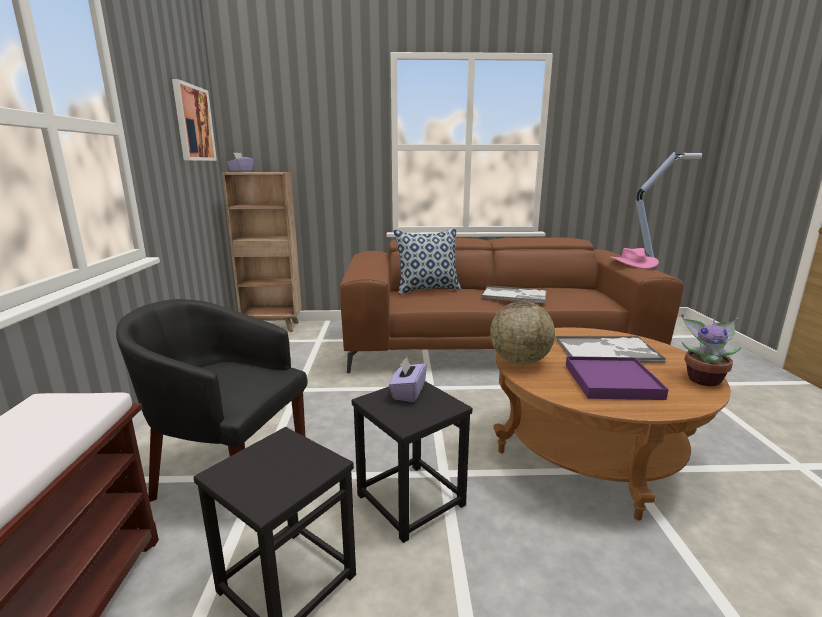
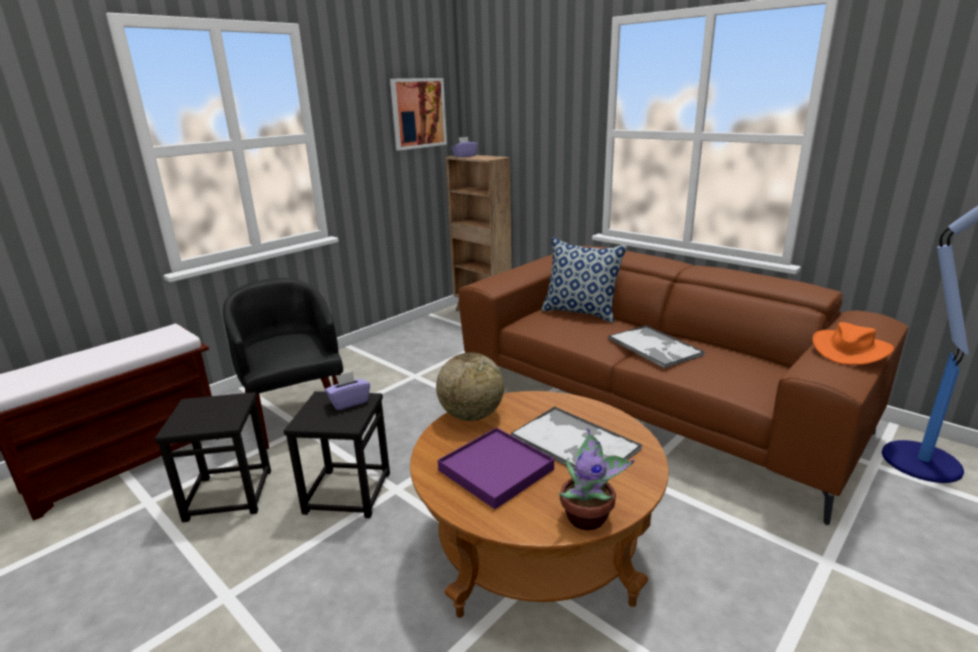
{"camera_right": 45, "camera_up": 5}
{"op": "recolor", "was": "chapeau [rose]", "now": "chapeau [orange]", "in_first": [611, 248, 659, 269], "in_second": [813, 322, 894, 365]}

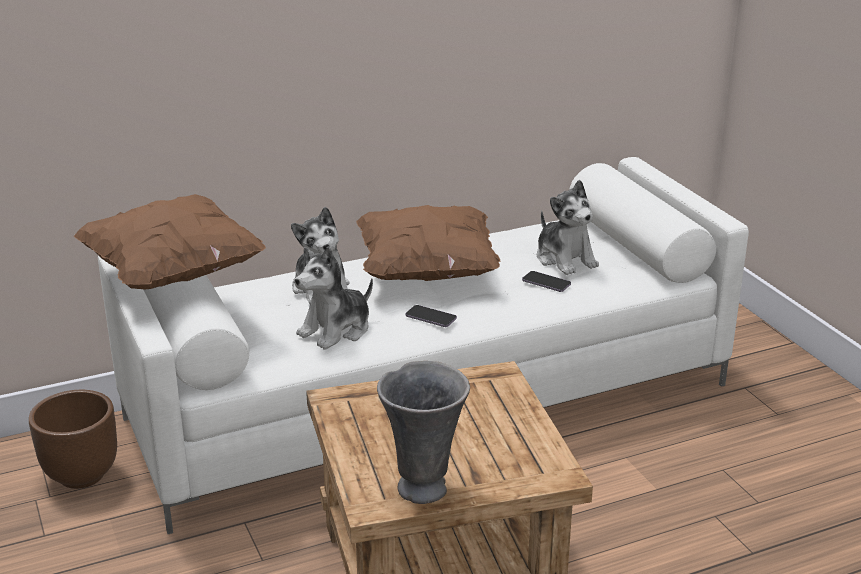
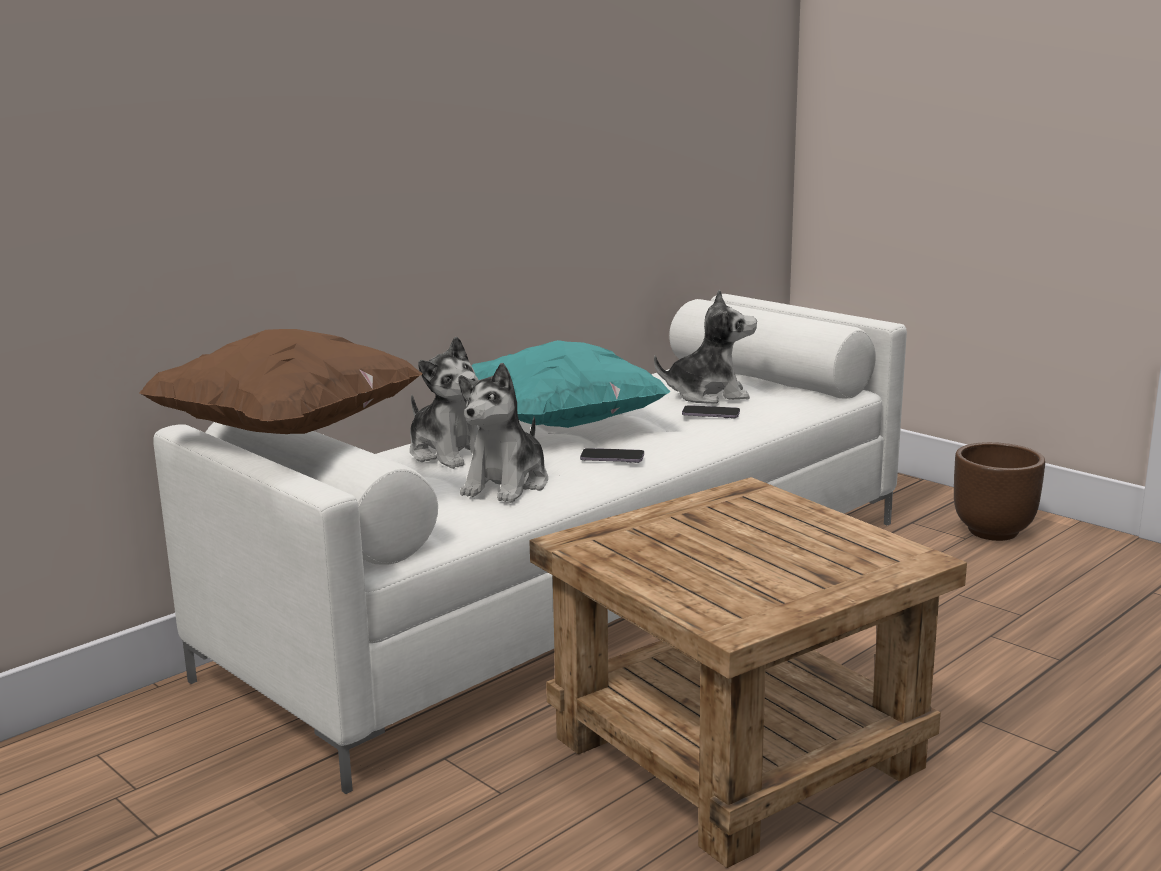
{"camera_right": -20, "camera_up": -10}
{"op": "delete", "was": "vase [gris]", "in_first": [377, 361, 470, 504]}
{"op": "move", "was": "cache-pot [marron]", "in_first": [29, 390, 117, 489], "in_second": [954, 442, 1045, 541]}
{"op": "recolor", "was": "coussin [marron]", "now": "coussin [turquoise]", "in_first": [356, 205, 501, 281], "in_second": [471, 340, 670, 428]}
{"op": "rotate", "was": "peluche", "in_first": [537, 180, 599, 275], "in_second": [654, 289, 757, 404], "clockwise": -45}

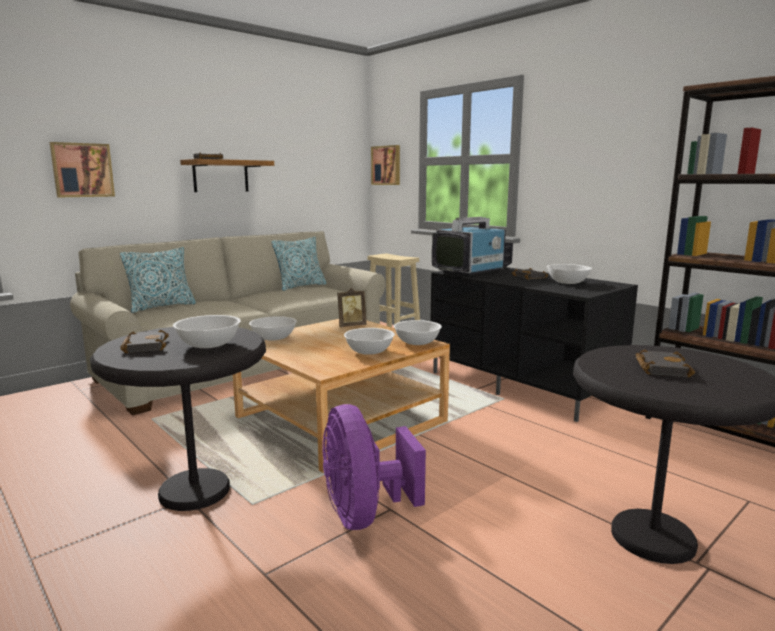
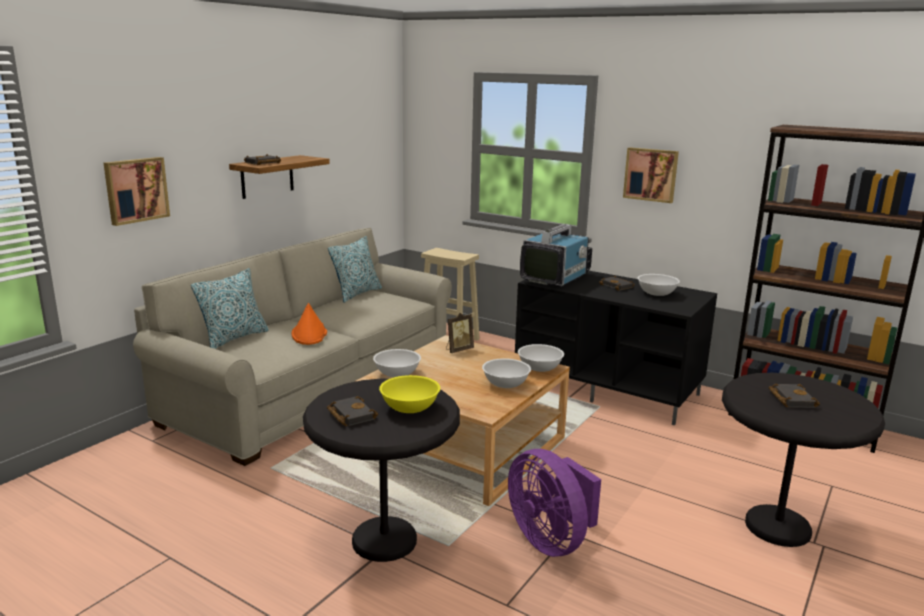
{"camera_right": -15, "camera_up": 5}
{"op": "insert", "now": "chapeau [orange]", "in_second": [291, 303, 327, 345]}
{"op": "move", "was": "tableau", "in_first": [371, 145, 400, 185], "in_second": [623, 147, 679, 203]}
{"op": "recolor", "was": "bol [blanc]", "now": "bol [jaune]", "in_first": [173, 315, 241, 348], "in_second": [379, 375, 440, 413]}

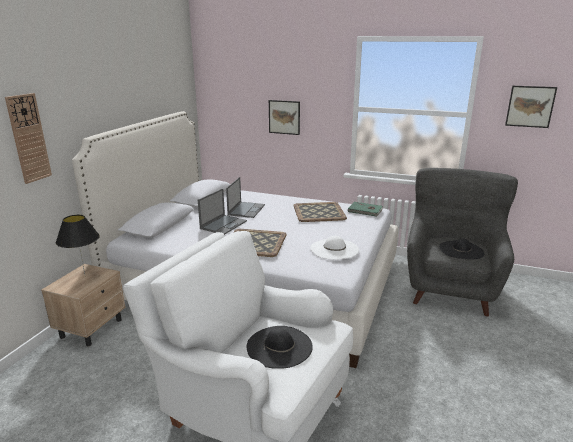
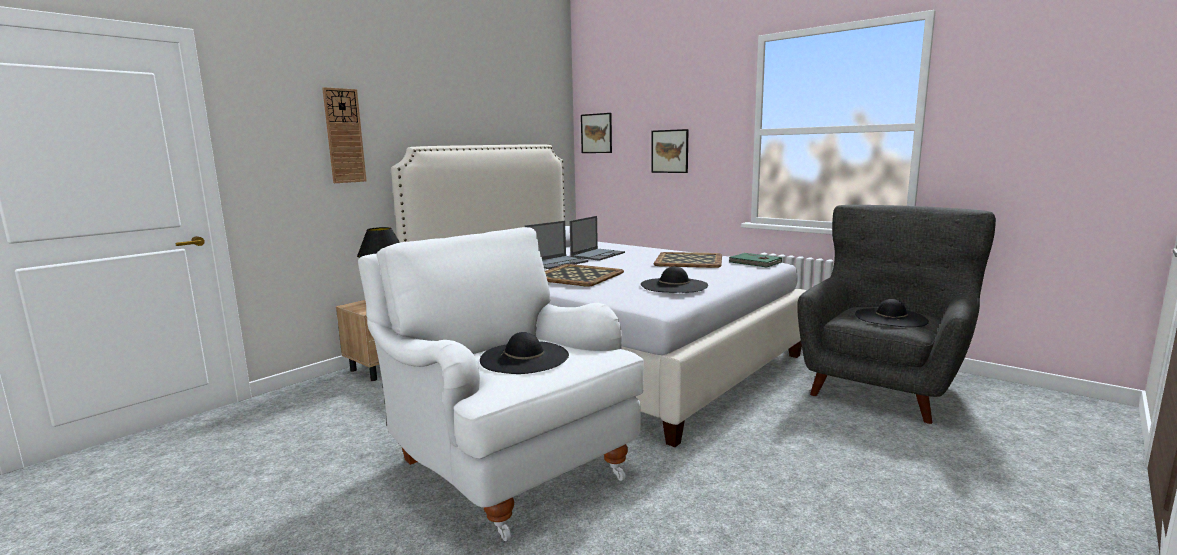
{"camera_right": 20, "camera_up": -10}
{"op": "move", "was": "tableau", "in_first": [505, 86, 557, 128], "in_second": [581, 113, 612, 153]}
{"op": "recolor", "was": "chapeau [blanc]", "now": "chapeau [noir]", "in_first": [310, 236, 359, 260], "in_second": [641, 266, 708, 293]}

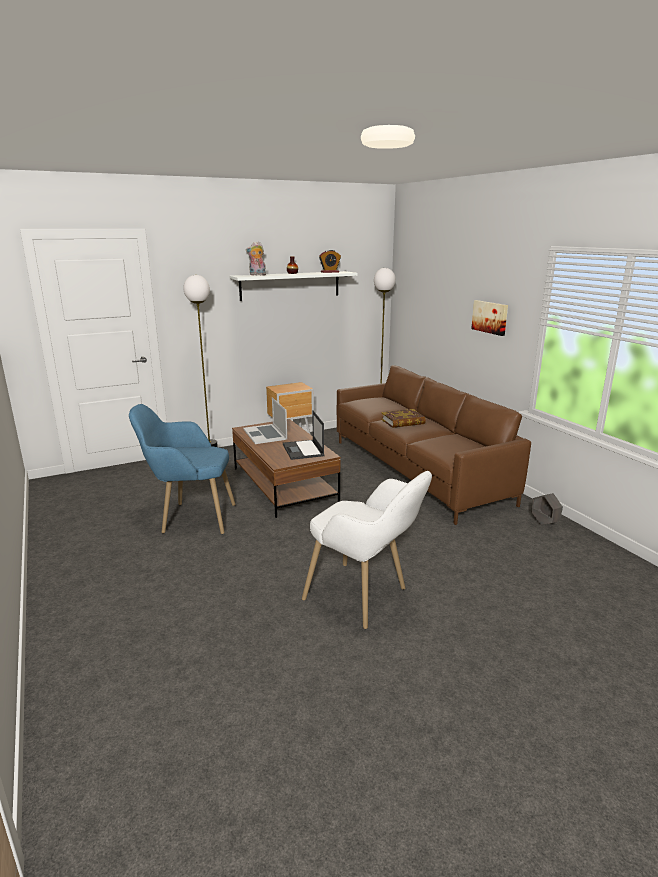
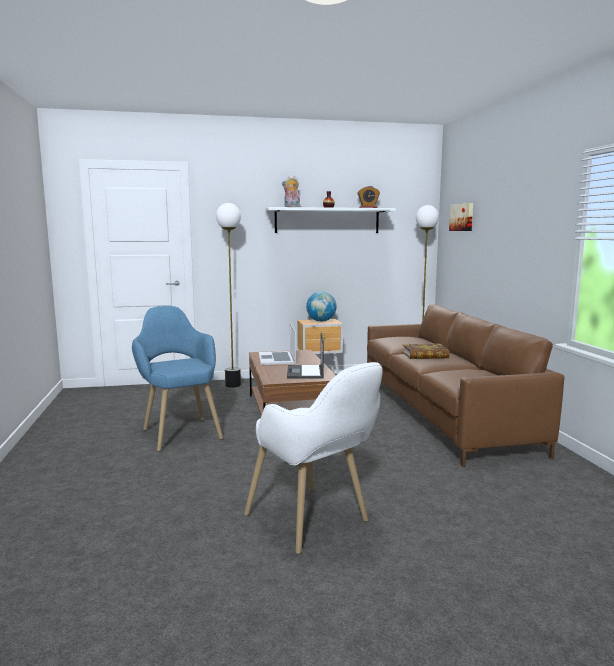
{"camera_right": 15, "camera_up": -10}
{"op": "delete", "was": "cache-pot [gris]", "in_first": [531, 493, 563, 525]}
{"op": "insert", "now": "globe", "in_second": [306, 292, 336, 322]}
{"op": "move", "was": "tableau", "in_first": [471, 300, 508, 336], "in_second": [449, 203, 473, 231]}
{"op": "rotate", "was": "fauteuil [bleu]", "in_first": [129, 404, 236, 534], "in_second": [132, 306, 223, 452], "clockwise": 45}

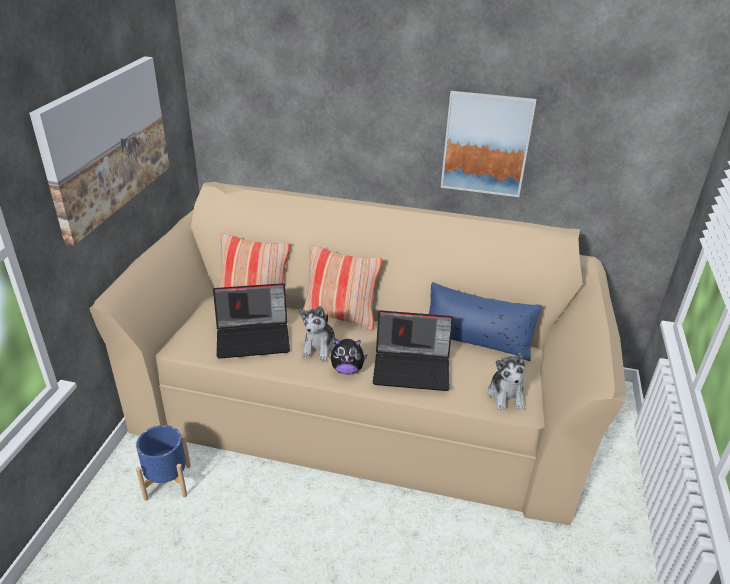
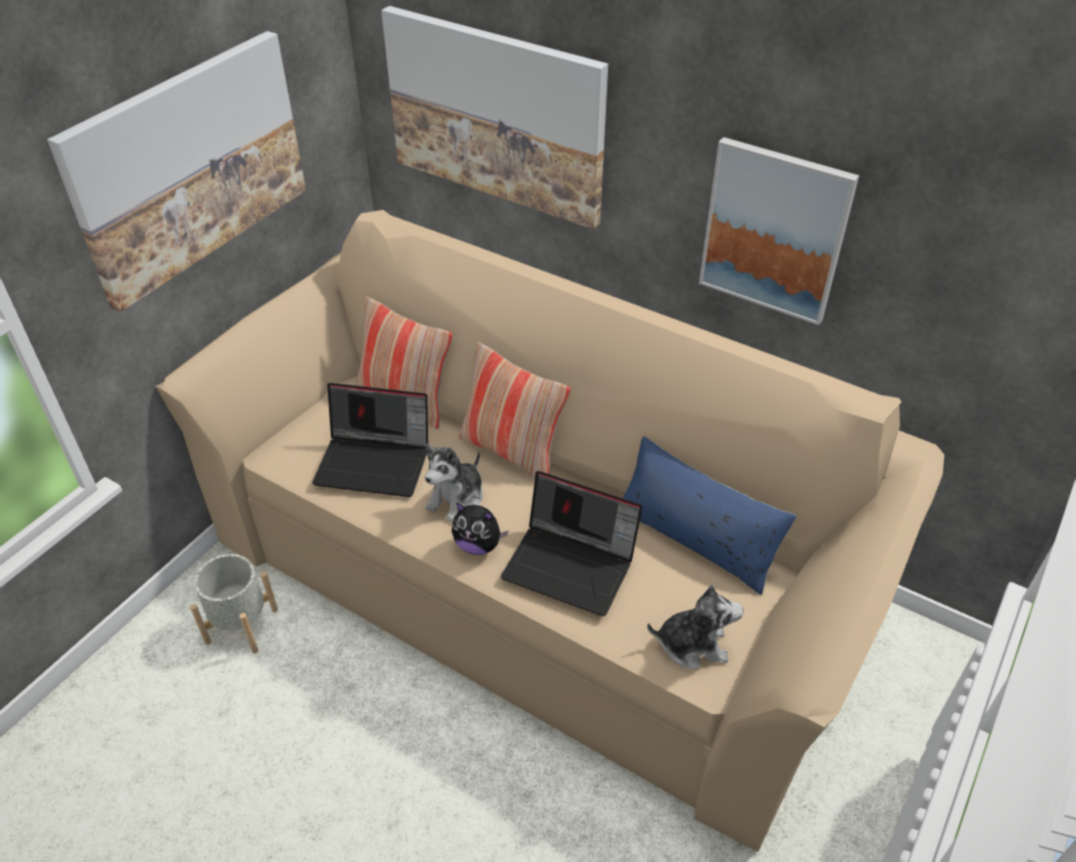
{"camera_right": 20, "camera_up": 10}
{"op": "insert", "now": "tableau", "in_second": [381, 6, 608, 229]}
{"op": "recolor", "was": "cache-pot [bleu]", "now": "cache-pot [gris]", "in_first": [136, 425, 191, 501], "in_second": [190, 554, 278, 654]}
{"op": "rotate", "was": "peluche", "in_first": [487, 353, 525, 410], "in_second": [647, 584, 744, 670], "clockwise": -105}

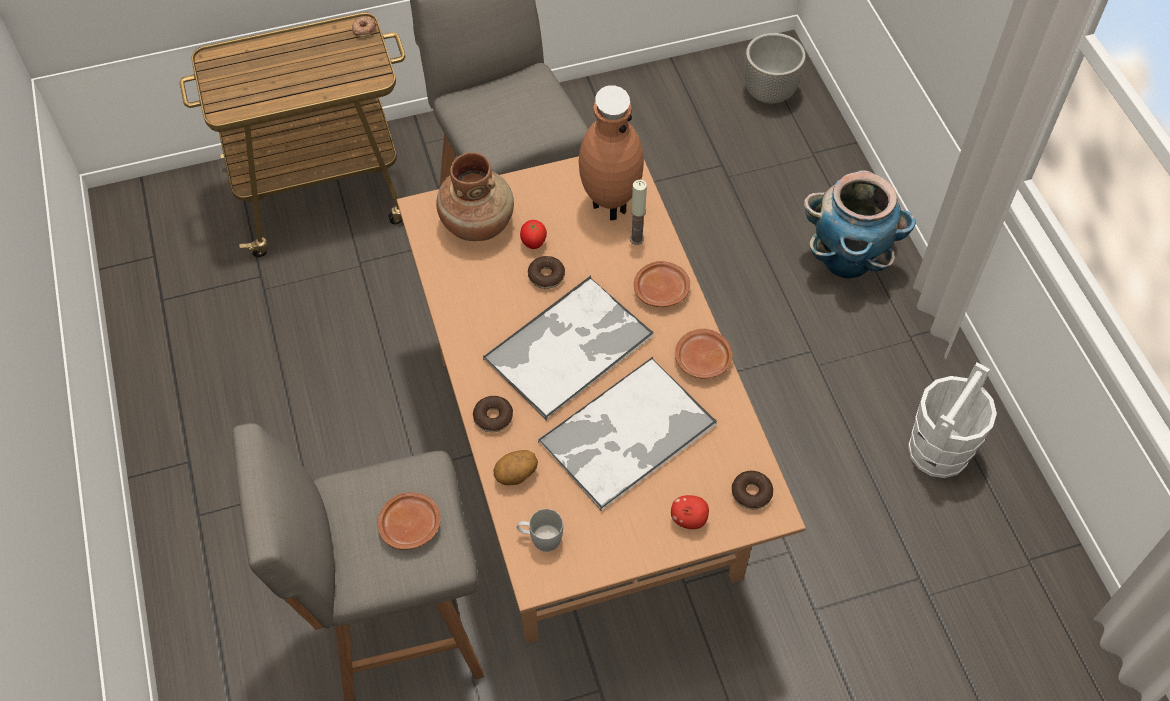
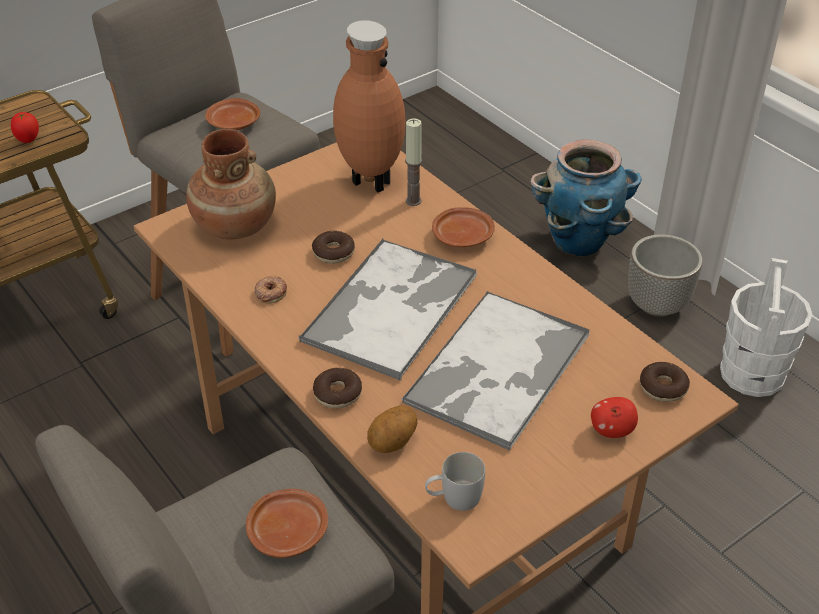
{"camera_right": -20, "camera_up": -15}
{"op": "move", "was": "beignet", "in_first": [352, 17, 376, 37], "in_second": [254, 276, 287, 303]}
{"op": "move", "was": "tomate", "in_first": [520, 220, 547, 249], "in_second": [11, 112, 39, 143]}
{"op": "move", "was": "assiette [marron]", "in_first": [675, 329, 733, 379], "in_second": [205, 98, 260, 130]}
{"op": "move", "was": "cache-pot", "in_first": [744, 33, 806, 104], "in_second": [628, 234, 703, 317]}

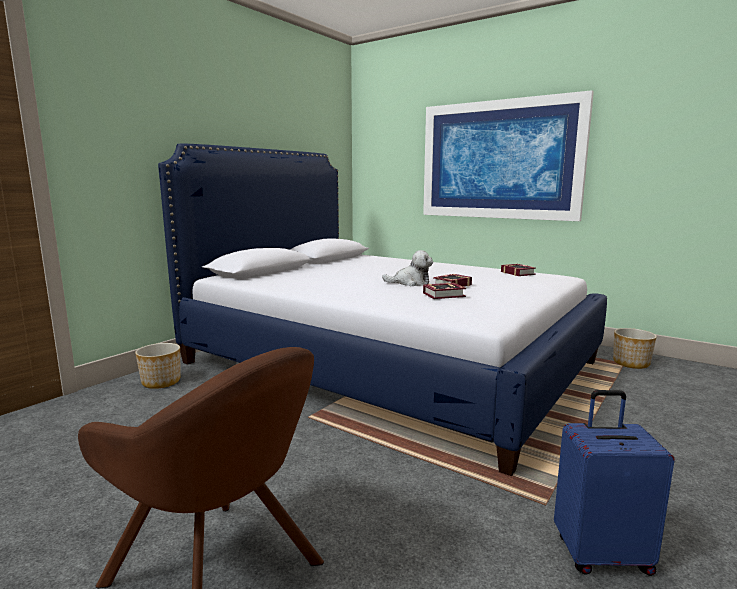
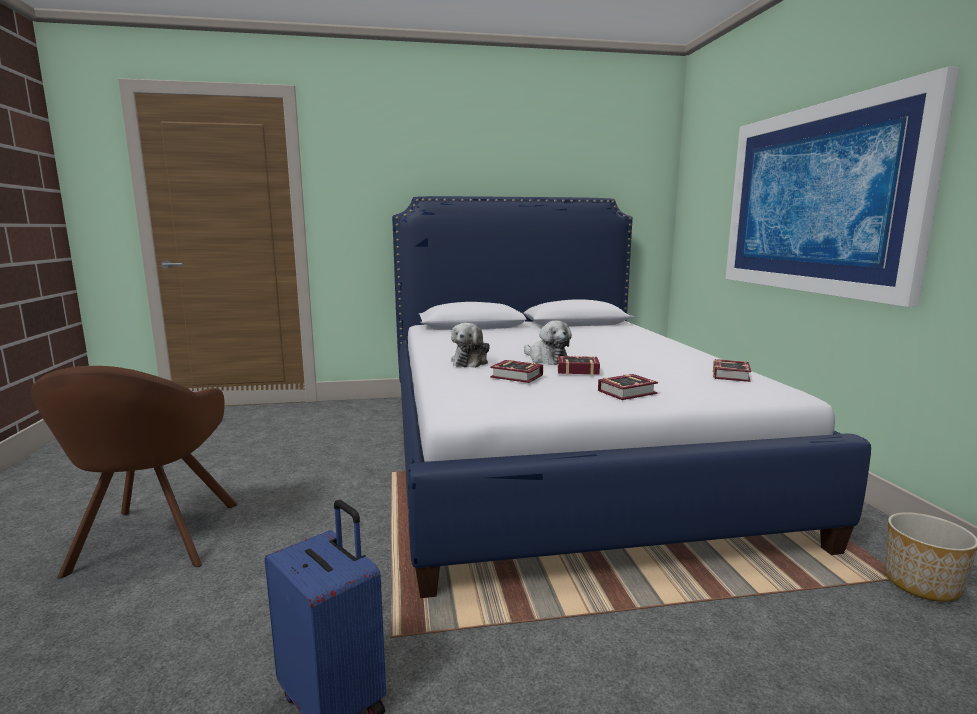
{"camera_right": 45, "camera_up": 0}
{"op": "delete", "was": "cache-pot", "in_first": [135, 343, 181, 389]}
{"op": "insert", "now": "peluche", "in_second": [451, 323, 490, 368]}
{"op": "insert", "now": "livre", "in_second": [598, 374, 658, 400]}

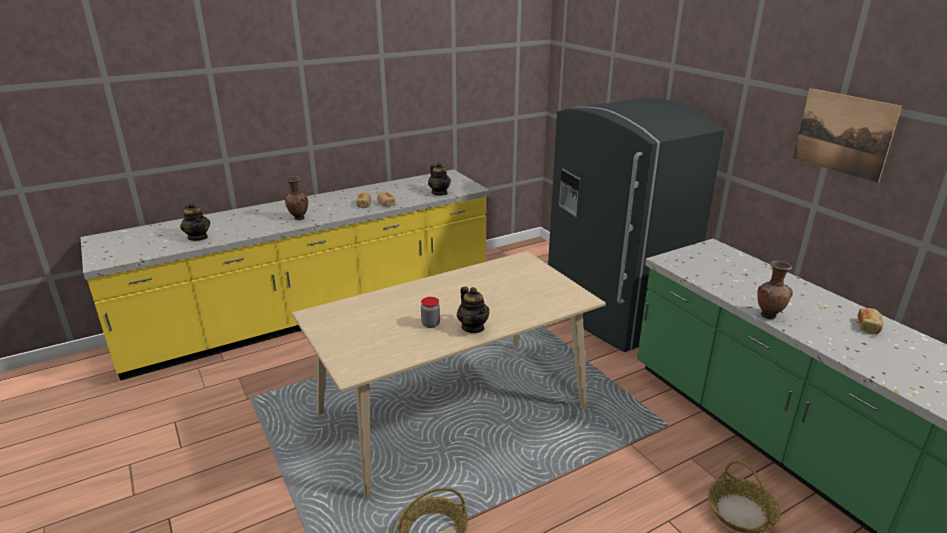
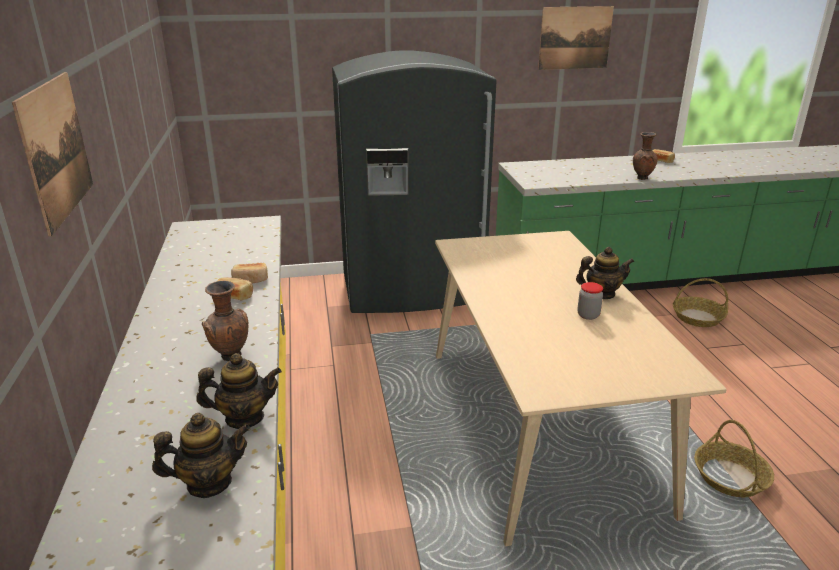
{"camera_right": -70, "camera_up": 0}
{"op": "insert", "now": "tableau", "in_second": [12, 72, 93, 236]}
{"op": "move", "was": "théière", "in_first": [428, 162, 451, 196], "in_second": [196, 353, 282, 429]}

